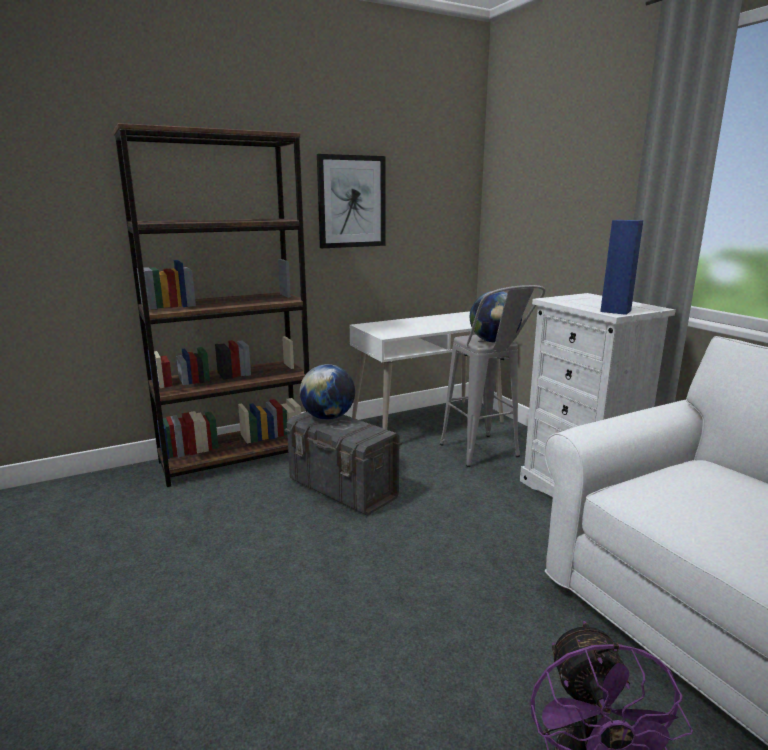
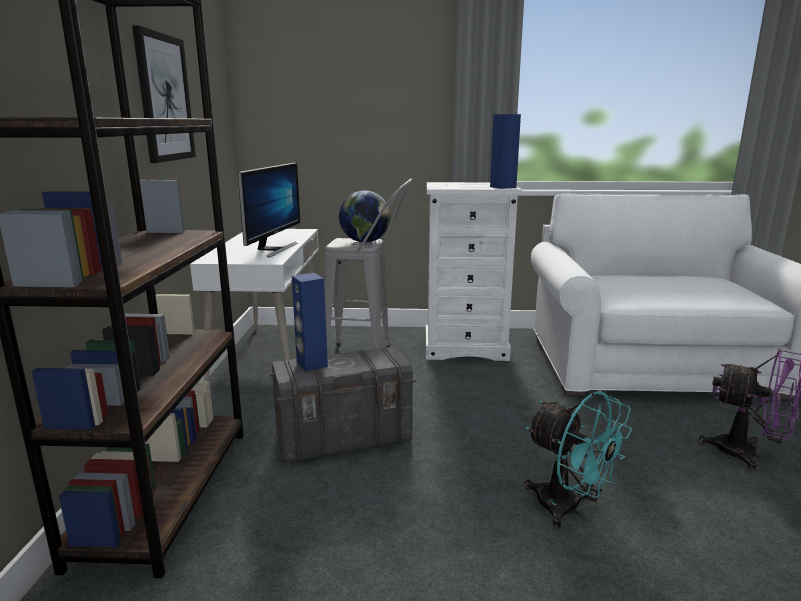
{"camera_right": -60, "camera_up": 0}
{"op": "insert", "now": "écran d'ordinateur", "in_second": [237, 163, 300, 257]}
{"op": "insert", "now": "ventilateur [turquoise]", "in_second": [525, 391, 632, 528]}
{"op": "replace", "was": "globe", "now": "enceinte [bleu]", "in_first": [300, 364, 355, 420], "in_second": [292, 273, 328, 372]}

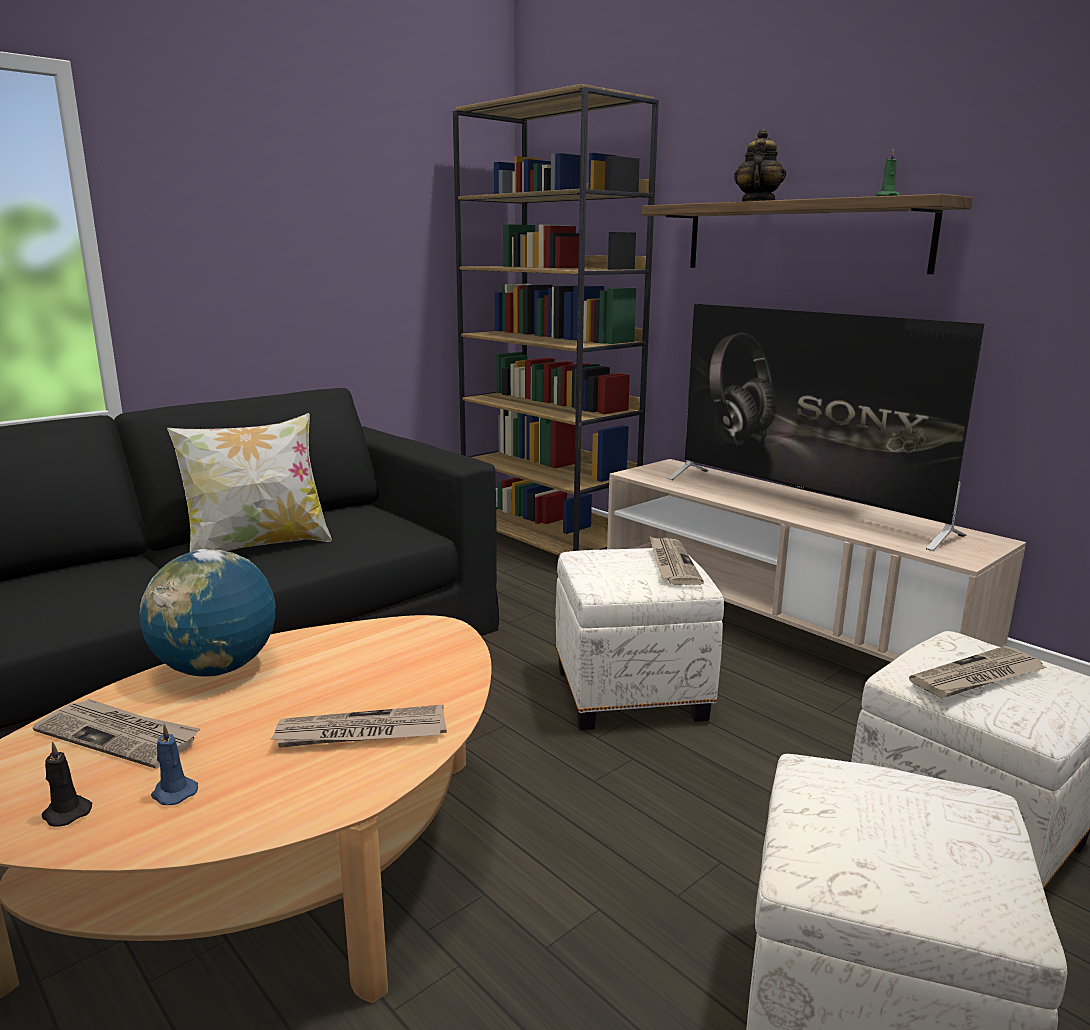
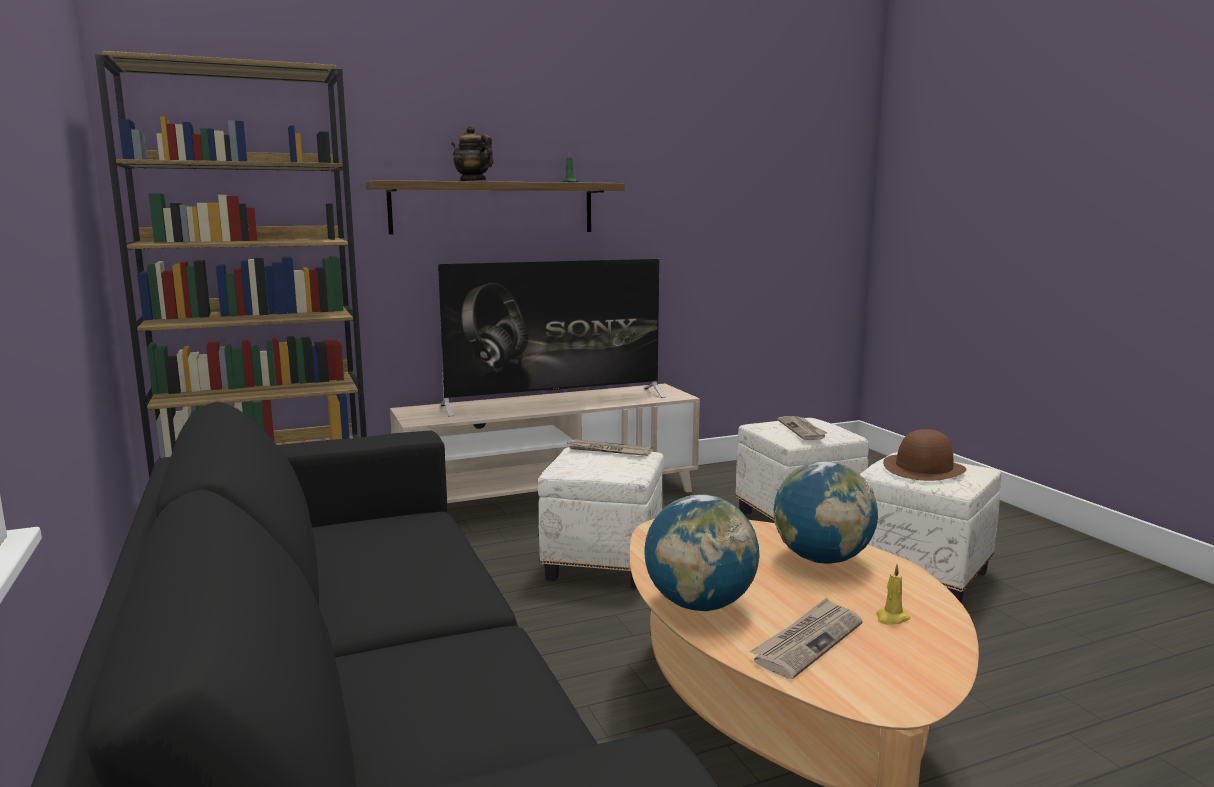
{"camera_right": -70, "camera_up": -5}
{"op": "delete", "was": "bougie [noir]", "in_first": [41, 742, 92, 826]}
{"op": "delete", "was": "coussin", "in_first": [167, 413, 332, 552]}
{"op": "insert", "now": "chapeau [marron]", "in_second": [883, 429, 967, 481]}
{"op": "replace", "was": "journal", "now": "globe", "in_first": [271, 705, 447, 748], "in_second": [773, 461, 878, 564]}
{"op": "recolor", "was": "bougie [bleu]", "now": "bougie [jaune]", "in_first": [151, 724, 198, 805], "in_second": [876, 564, 910, 625]}

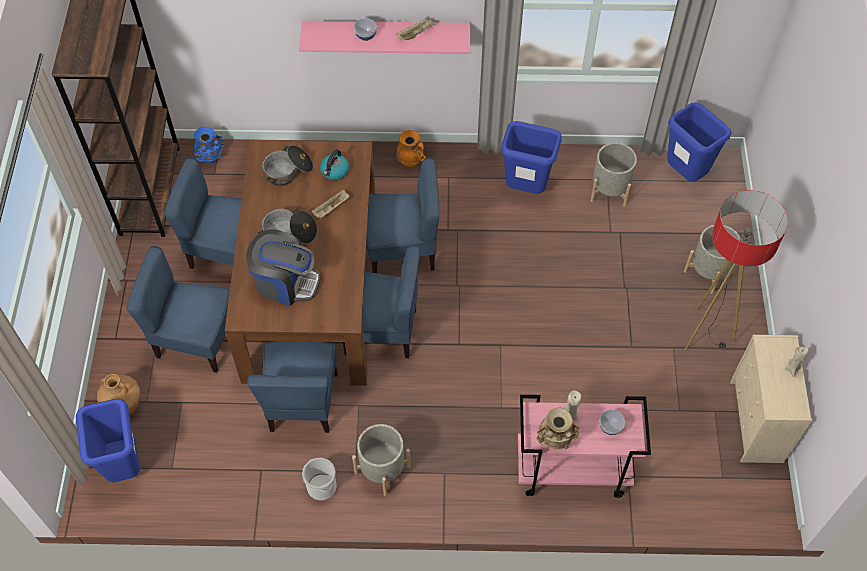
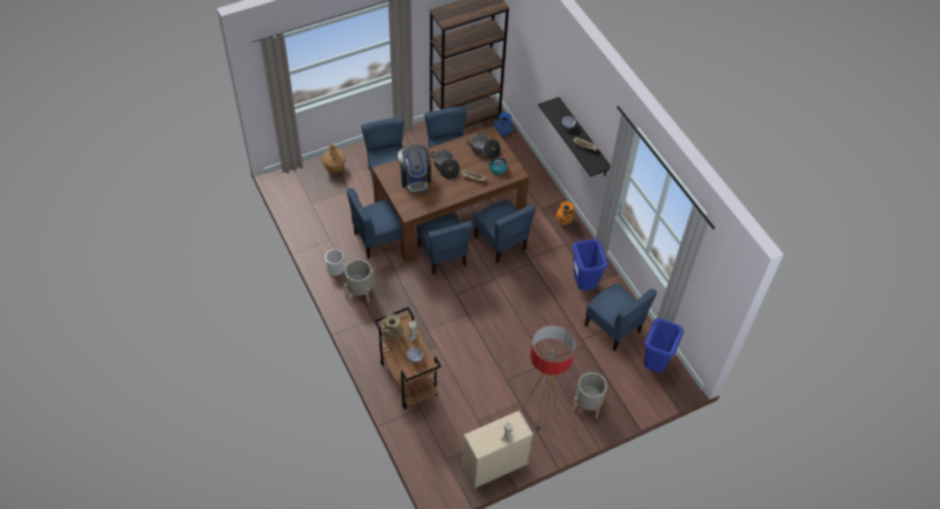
{"camera_right": 60, "camera_up": -5}
{"op": "delete", "was": "poubelle [bleu]", "in_first": [76, 399, 140, 482]}
{"op": "replace", "was": "cache-pot [gris]", "now": "chaise [bleu]", "in_first": [590, 142, 637, 207], "in_second": [584, 283, 657, 352]}
{"op": "recolor", "was": "étagère [rose]", "now": "étagère [noir]", "in_first": [299, 21, 470, 54], "in_second": [538, 97, 611, 177]}
{"op": "recolor", "was": "chariot [rose]", "now": "chariot [marron]", "in_first": [518, 395, 651, 498], "in_second": [374, 307, 441, 409]}

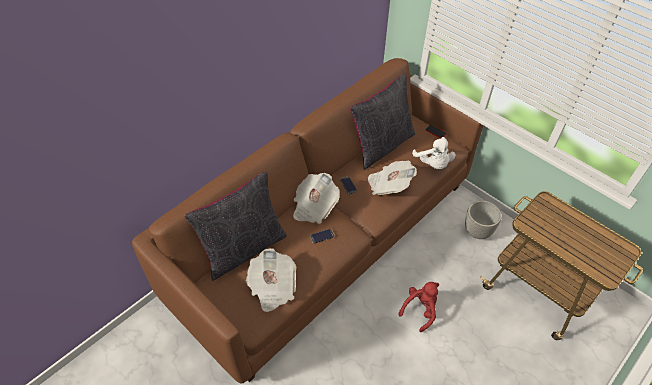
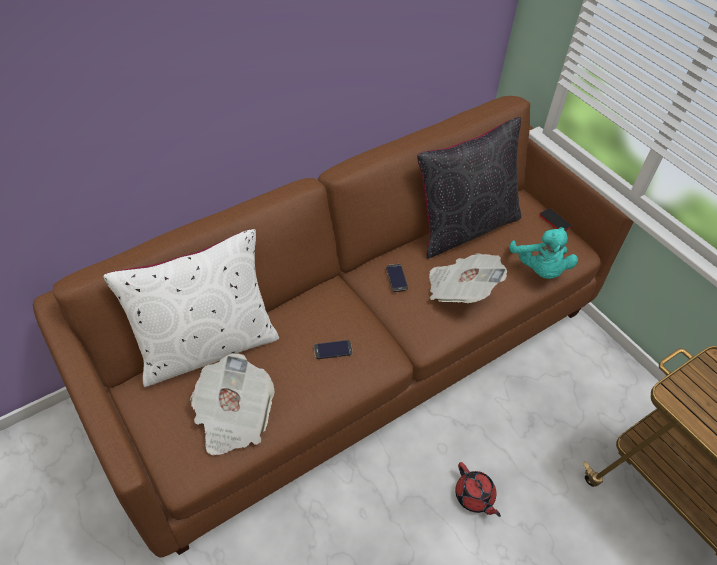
{"camera_right": 10, "camera_up": 0}
{"op": "delete", "was": "journal", "in_first": [293, 173, 340, 224]}
{"op": "delete", "was": "cache-pot", "in_first": [465, 201, 502, 239]}
{"op": "replace", "was": "peluche [rouge]", "now": "théière [rouge]", "in_first": [399, 282, 439, 332], "in_second": [455, 462, 501, 517]}
{"op": "recolor", "was": "coussin [noir]", "now": "coussin [blanc]", "in_first": [185, 171, 287, 281], "in_second": [103, 229, 279, 387]}
{"op": "recolor", "was": "peluche [blanc]", "now": "peluche [turquoise]", "in_first": [412, 137, 456, 169], "in_second": [509, 227, 578, 279]}

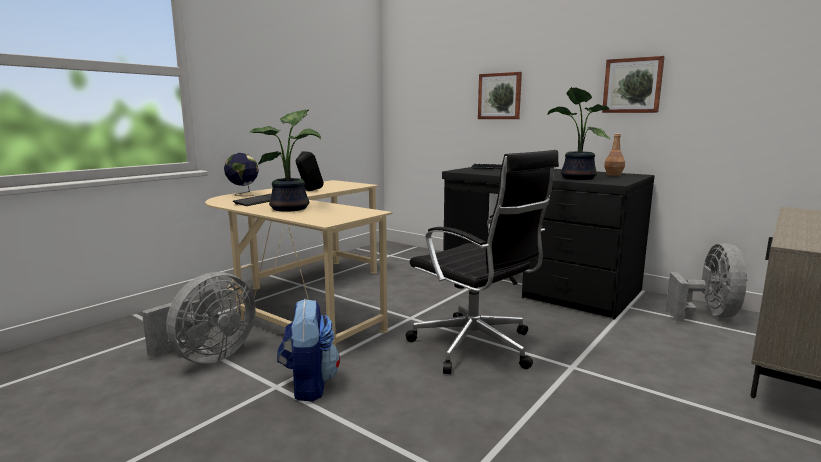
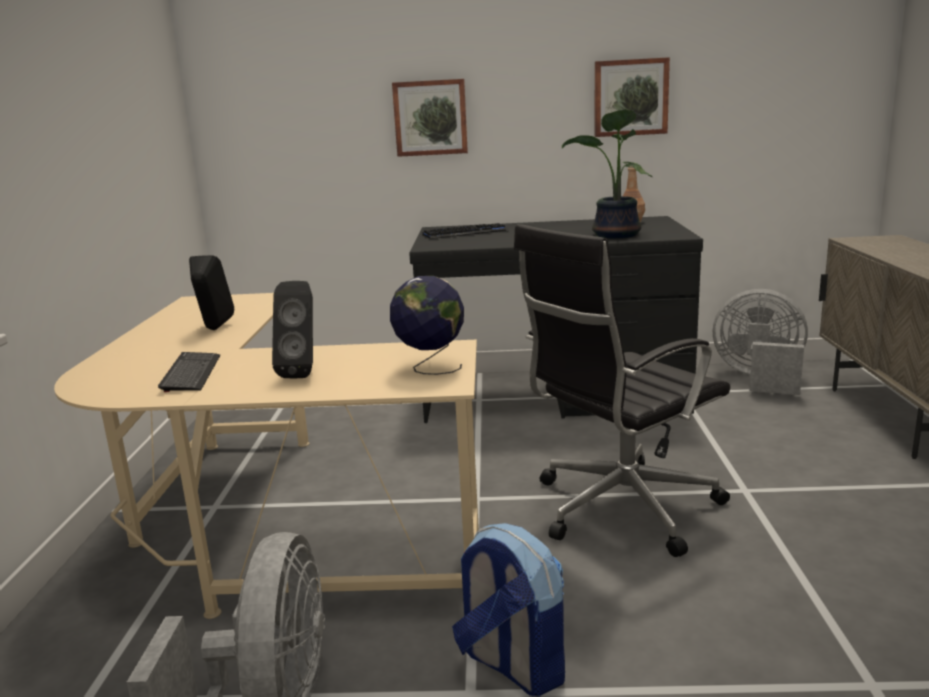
{"camera_right": -35, "camera_up": 5}
{"op": "move", "was": "globe", "in_first": [224, 153, 259, 196], "in_second": [390, 276, 464, 375]}
{"op": "replace", "was": "plante en pot", "now": "enceinte [noir]", "in_first": [249, 109, 321, 212], "in_second": [272, 281, 313, 378]}
{"op": "rotate", "was": "chaise de bureau [noir]", "in_first": [406, 150, 559, 374], "in_second": [514, 224, 730, 557], "clockwise": 135}
{"op": "rotate", "was": "ventilateur [gris]", "in_first": [666, 243, 747, 322], "in_second": [713, 289, 808, 395], "clockwise": -45}

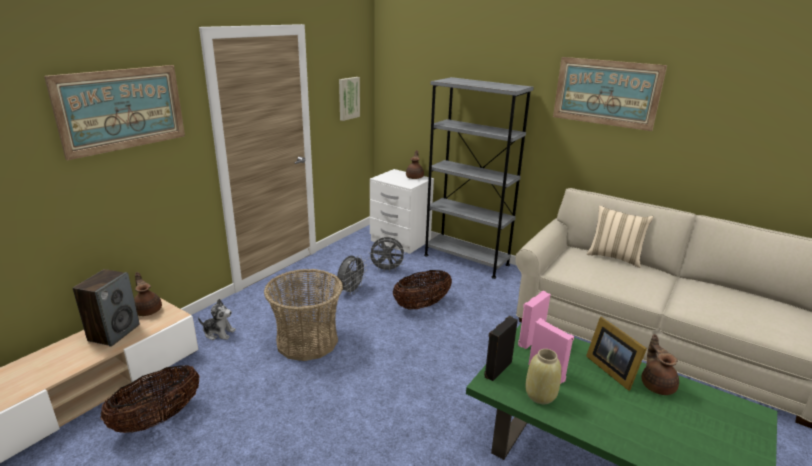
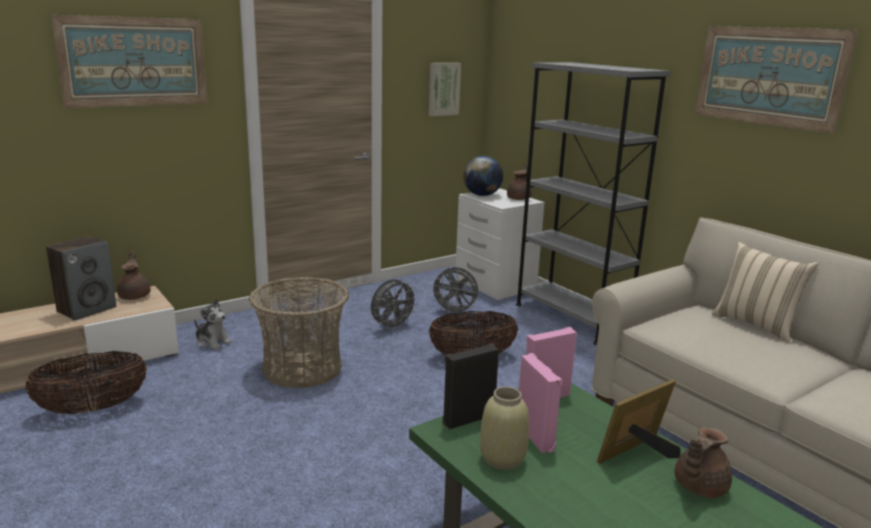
{"camera_right": 20, "camera_up": -5}
{"op": "insert", "now": "globe", "in_second": [463, 156, 503, 196]}
{"op": "rotate", "was": "cadre photo", "in_first": [586, 317, 647, 391], "in_second": [597, 379, 680, 464], "clockwise": 60}
{"op": "rotate", "was": "théière [marron]", "in_first": [641, 334, 679, 395], "in_second": [675, 427, 732, 498], "clockwise": -150}

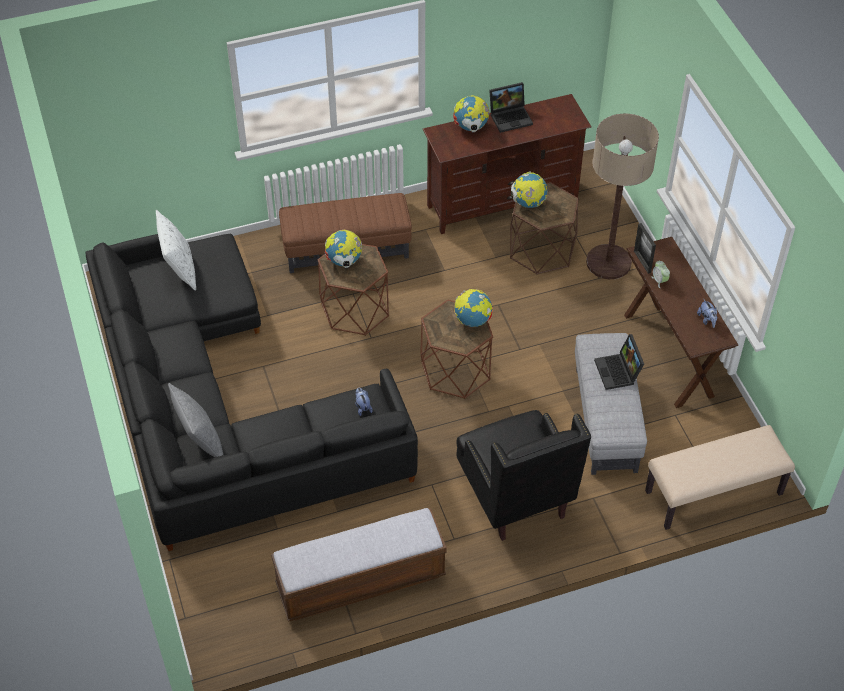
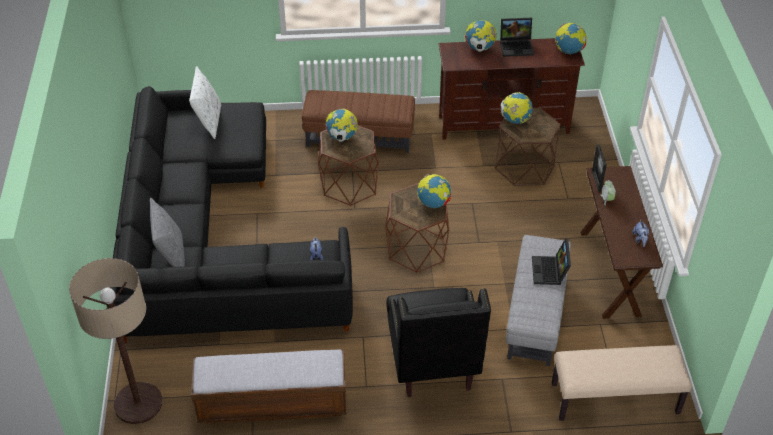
{"camera_right": 15, "camera_up": -5}
{"op": "insert", "now": "globe", "in_second": [555, 23, 587, 54]}
{"op": "move", "was": "lampadaire", "in_first": [586, 114, 659, 279], "in_second": [69, 258, 163, 424]}

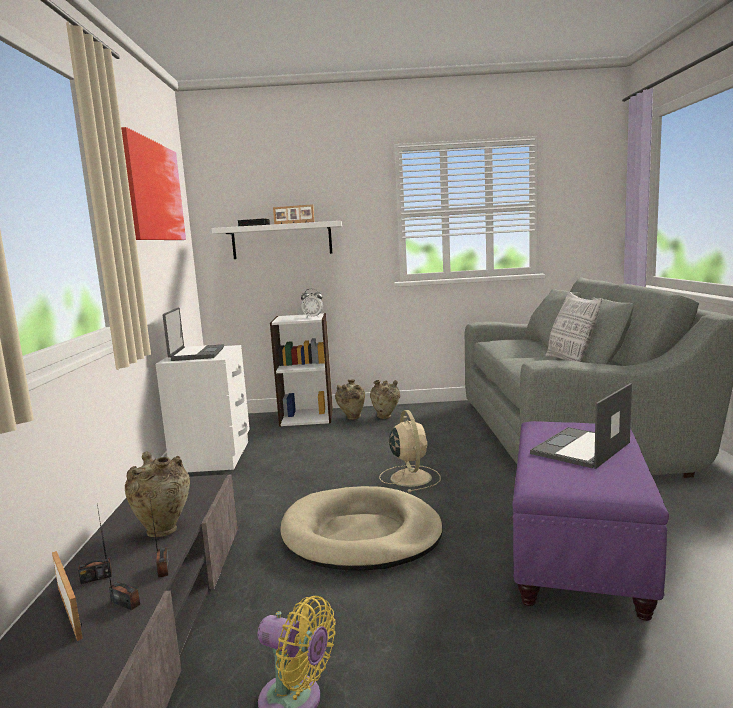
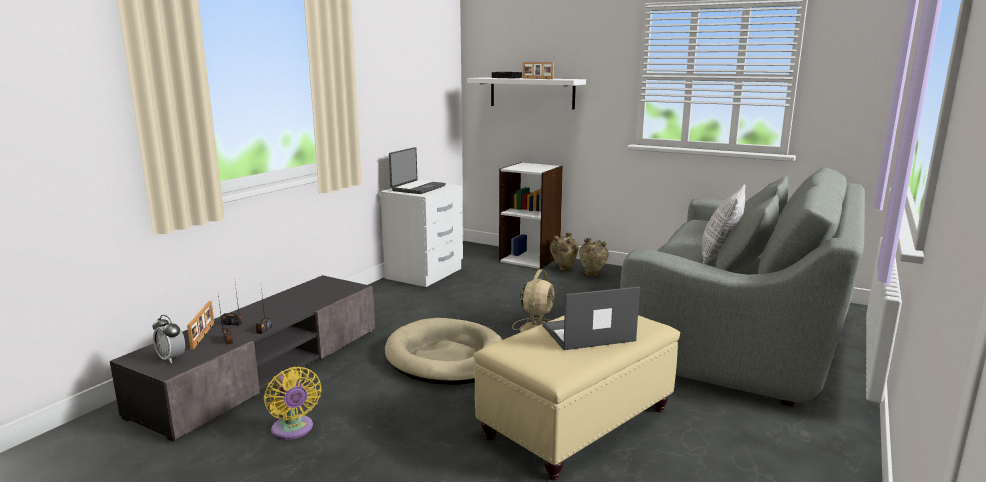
{"camera_right": 30, "camera_up": 5}
{"op": "delete", "was": "tableau", "in_first": [121, 127, 186, 240]}
{"op": "delete", "was": "vase [beige]", "in_first": [125, 451, 190, 537]}
{"op": "move", "was": "réveil", "in_first": [301, 289, 323, 318], "in_second": [153, 315, 185, 363]}
{"op": "recolor", "was": "pouf [violet]", "now": "pouf [beige]", "in_first": [512, 421, 669, 621], "in_second": [473, 315, 680, 480]}

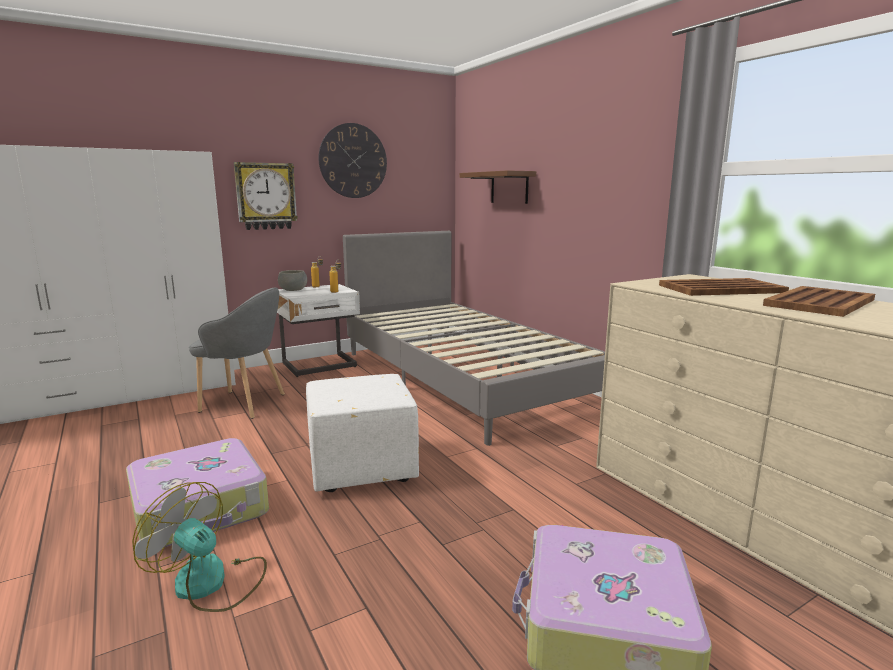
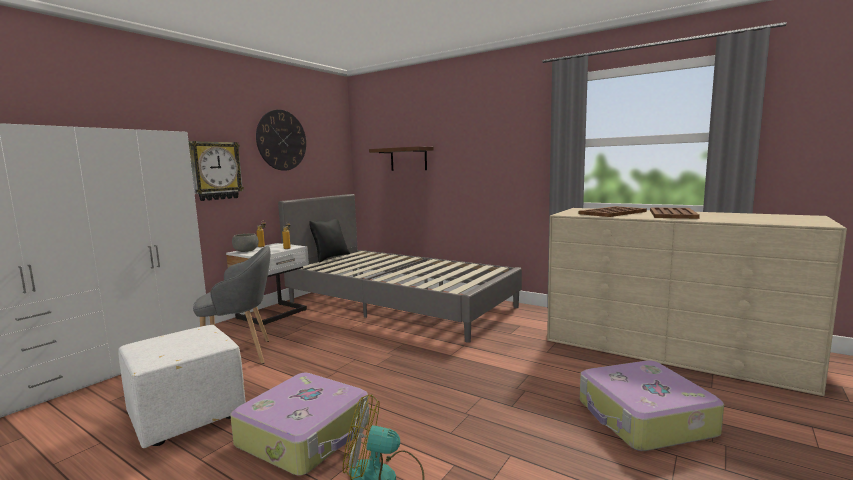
{"camera_right": -25, "camera_up": -5}
{"op": "insert", "now": "coussin [noir]", "in_second": [309, 219, 350, 262]}
{"op": "move", "was": "pouf [blanc]", "in_first": [306, 374, 419, 492], "in_second": [118, 325, 246, 448]}

